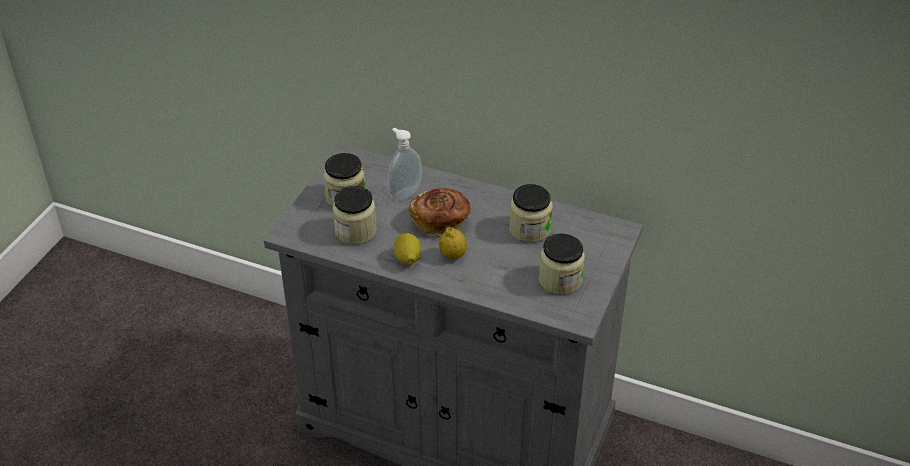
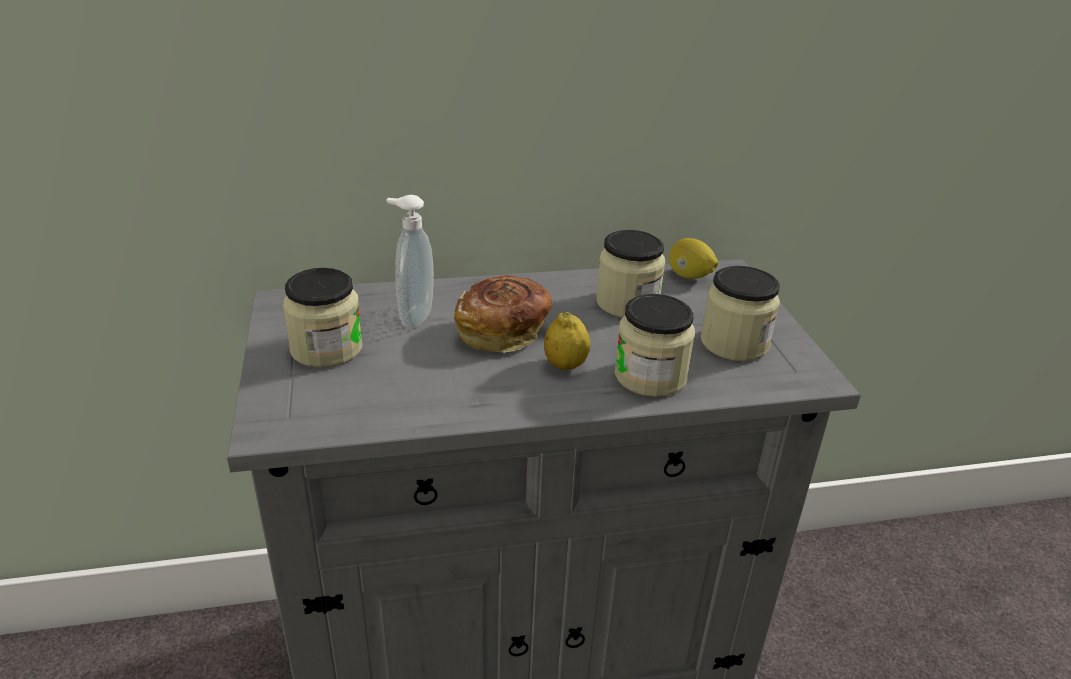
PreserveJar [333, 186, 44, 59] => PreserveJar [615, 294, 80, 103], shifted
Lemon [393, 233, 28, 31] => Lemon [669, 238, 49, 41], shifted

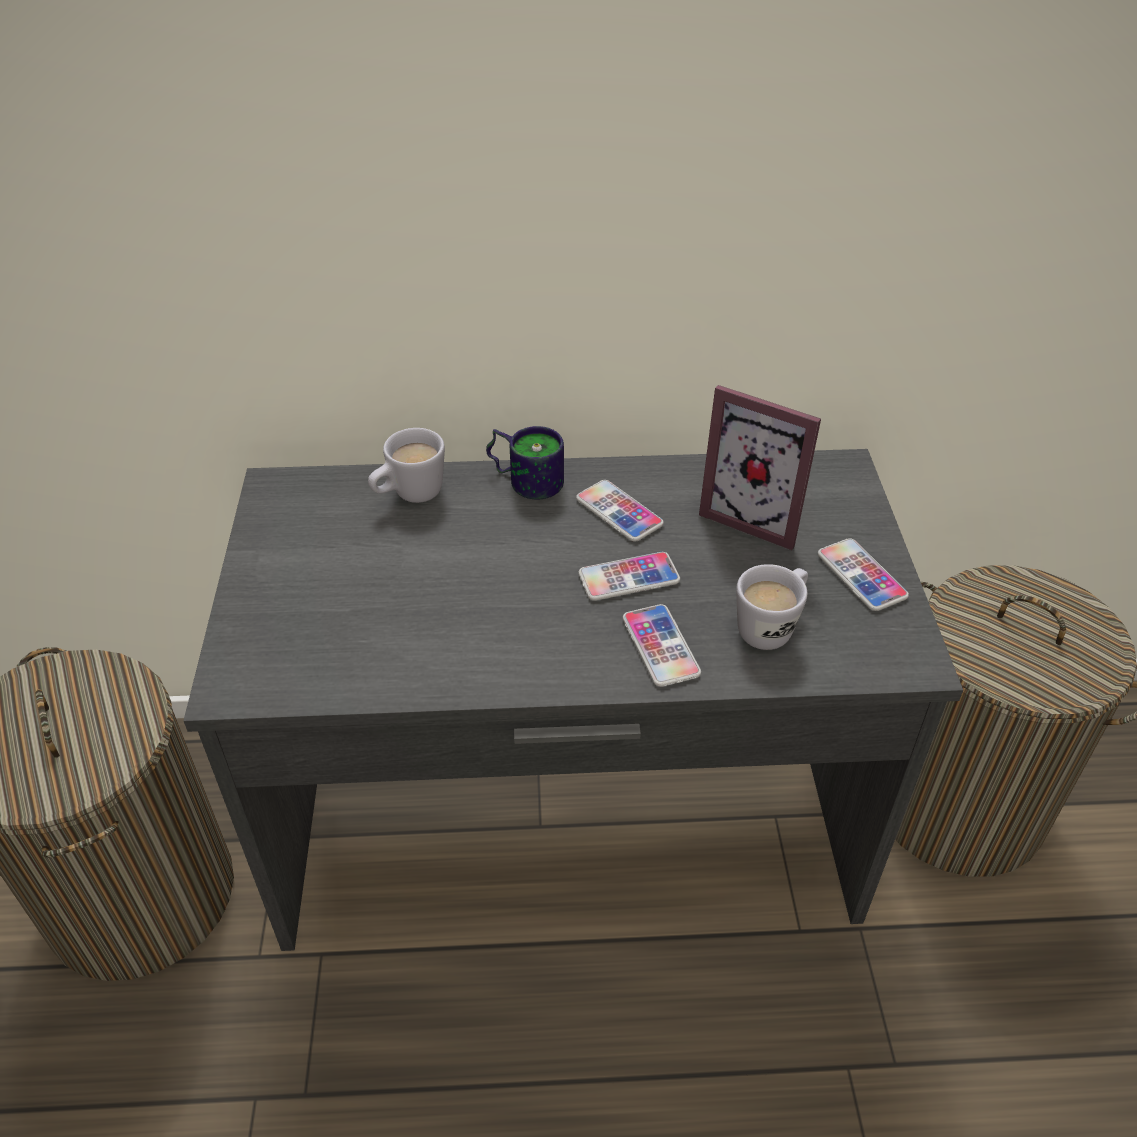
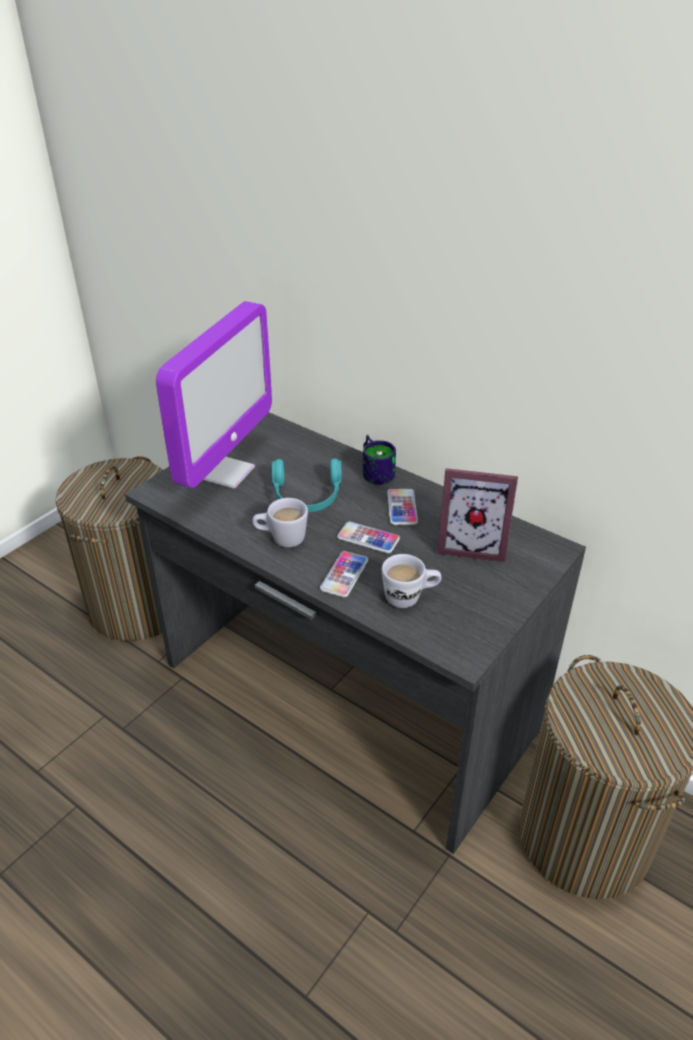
nothing => ComputerDisplay [156, 301, 116, 188]
WhiteColouredCoffeeMug [368, 428, 77, 75] => WhiteColouredCoffeeMug [252, 498, 56, 50], shifted
nothing => BlueGreenPairOfHeadphones [272, 459, 69, 53]
StandingFrame [699, 385, 122, 166] => StandingFrame [437, 468, 81, 95], 60 degrees counterclockwise
Phone [818, 538, 91, 73] => nothing

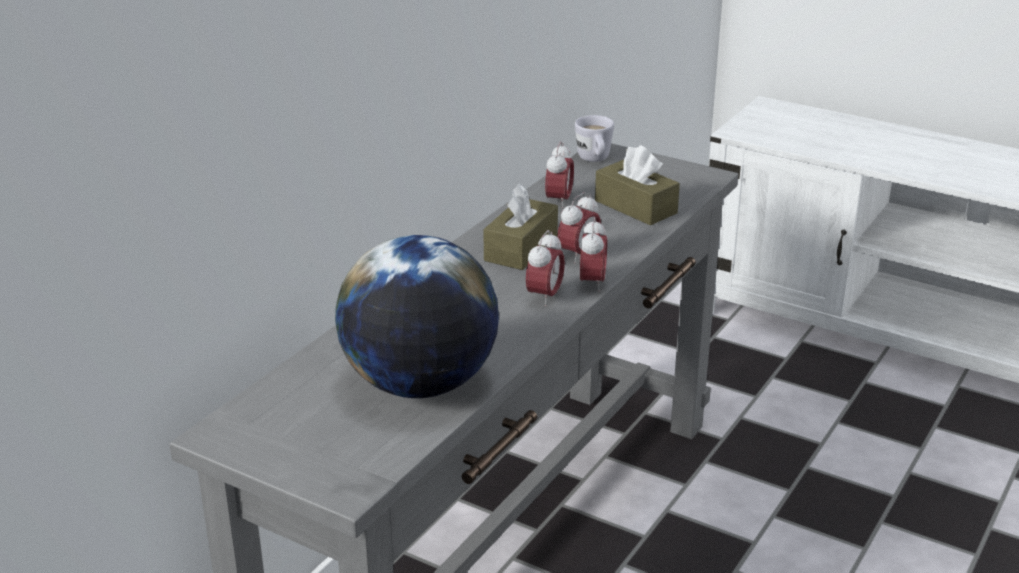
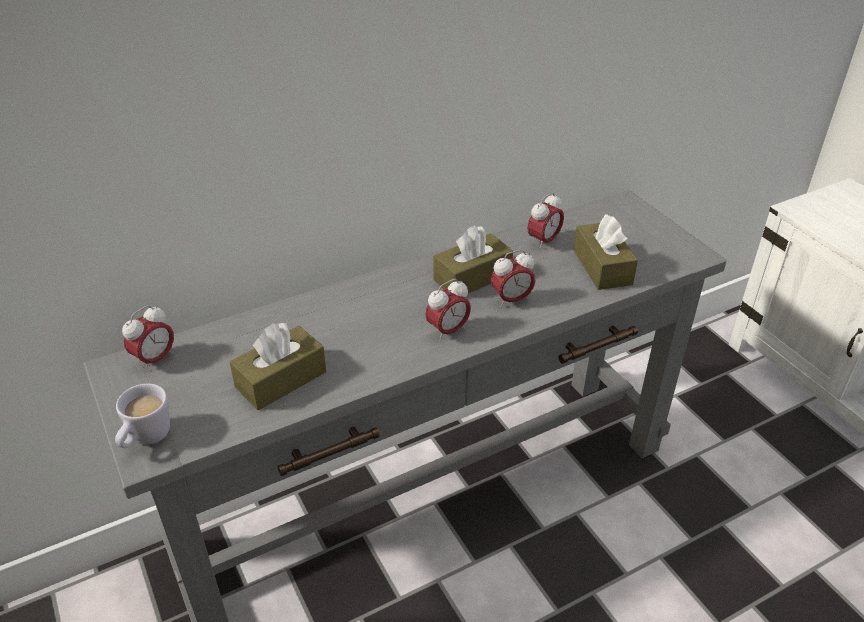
WhiteColouredCoffeeMug [575, 115, 39, 47] => WhiteColouredCoffeeMug [115, 384, 55, 64], shifted
TableClock [580, 217, 27, 75] => TableClock [122, 305, 52, 67], shifted
WorldGlobe [335, 235, 164, 163] => BrownColouredTissueBox [230, 323, 96, 87]

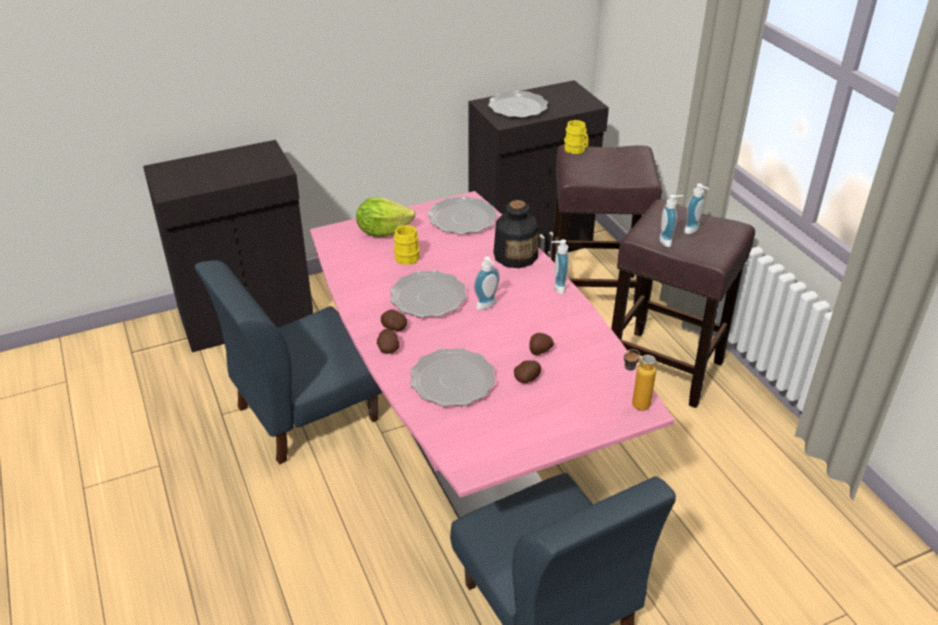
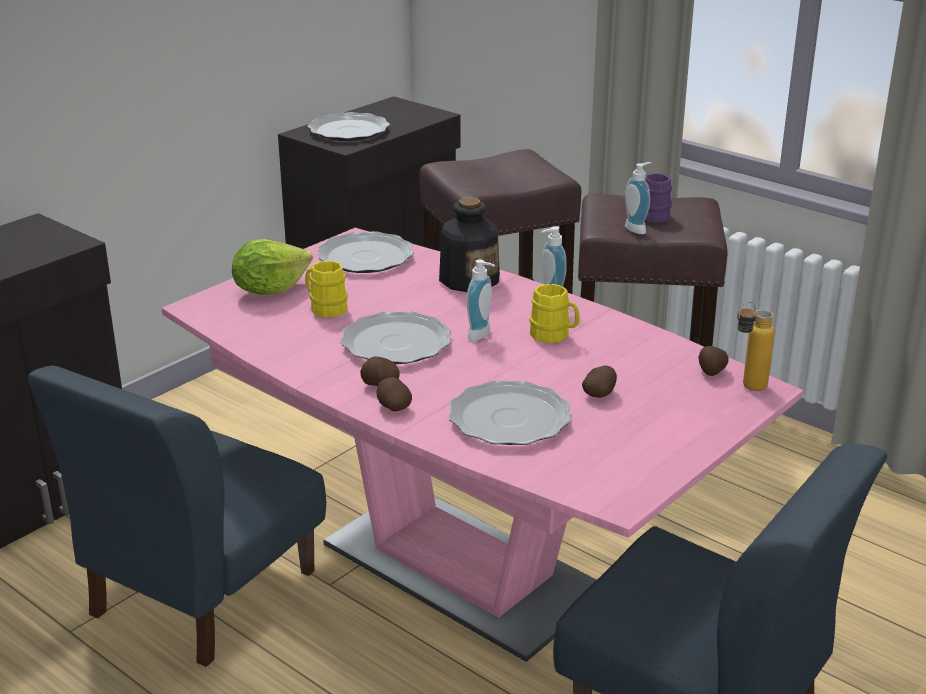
YellowColouredCoffeeMug [564, 120, 25, 34] => YellowColouredCoffeeMug [529, 284, 51, 59], shifted
SoapDispenser [684, 184, 25, 50] => PurpleColouredCoffeeMug [645, 173, 27, 50]
Potato [529, 333, 25, 22] => Potato [698, 346, 31, 30], shifted

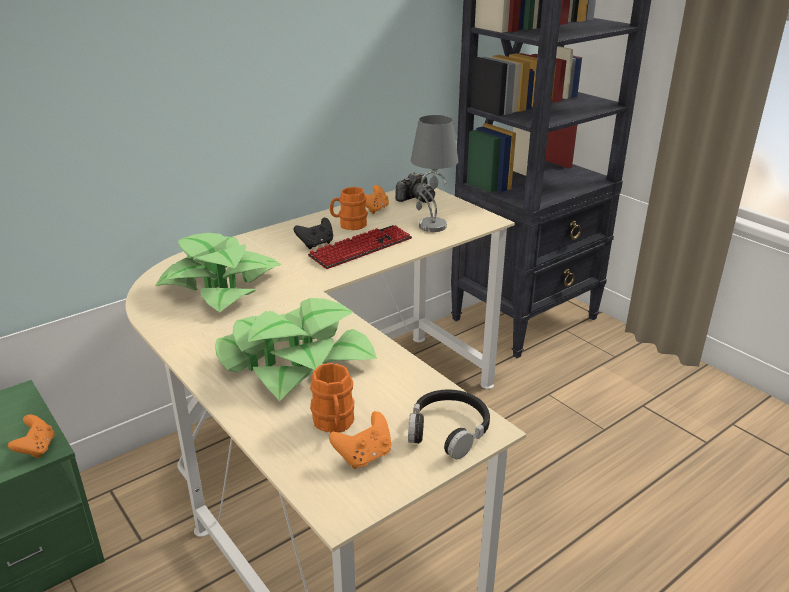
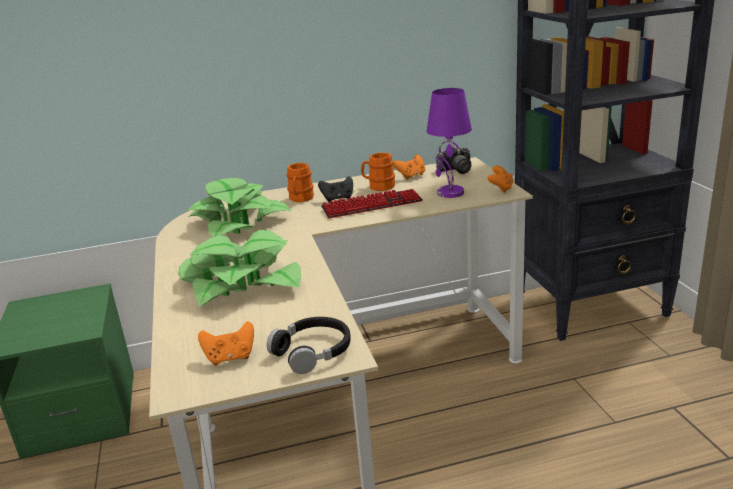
OrangeyCoffeeMug [310, 363, 44, 70] => OrangeyCoffeeMug [287, 163, 27, 39], shifted
GreyTabletopLamp [411, 115, 48, 117] => PurpleColouredTabletopLamp [427, 88, 45, 110]
OrangeyGameController [8, 415, 47, 43] => OrangeyGameController [488, 165, 26, 28], shifted

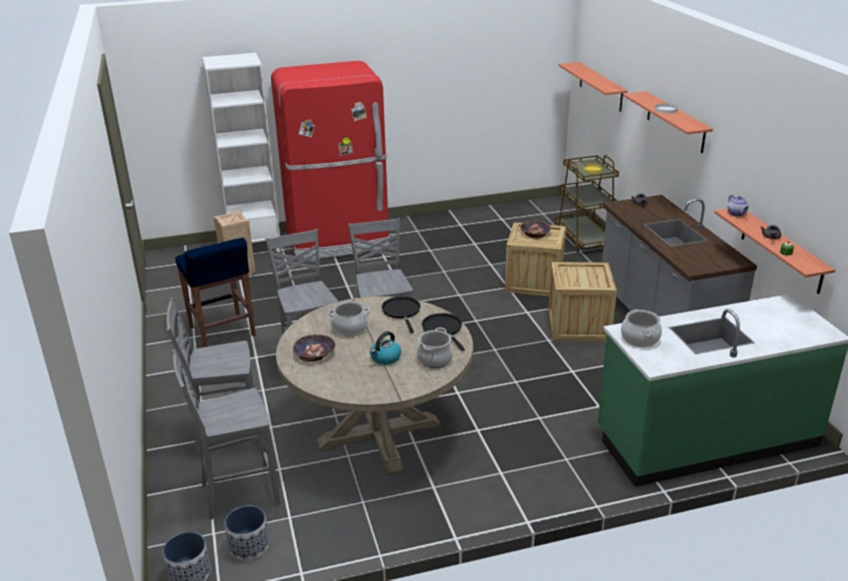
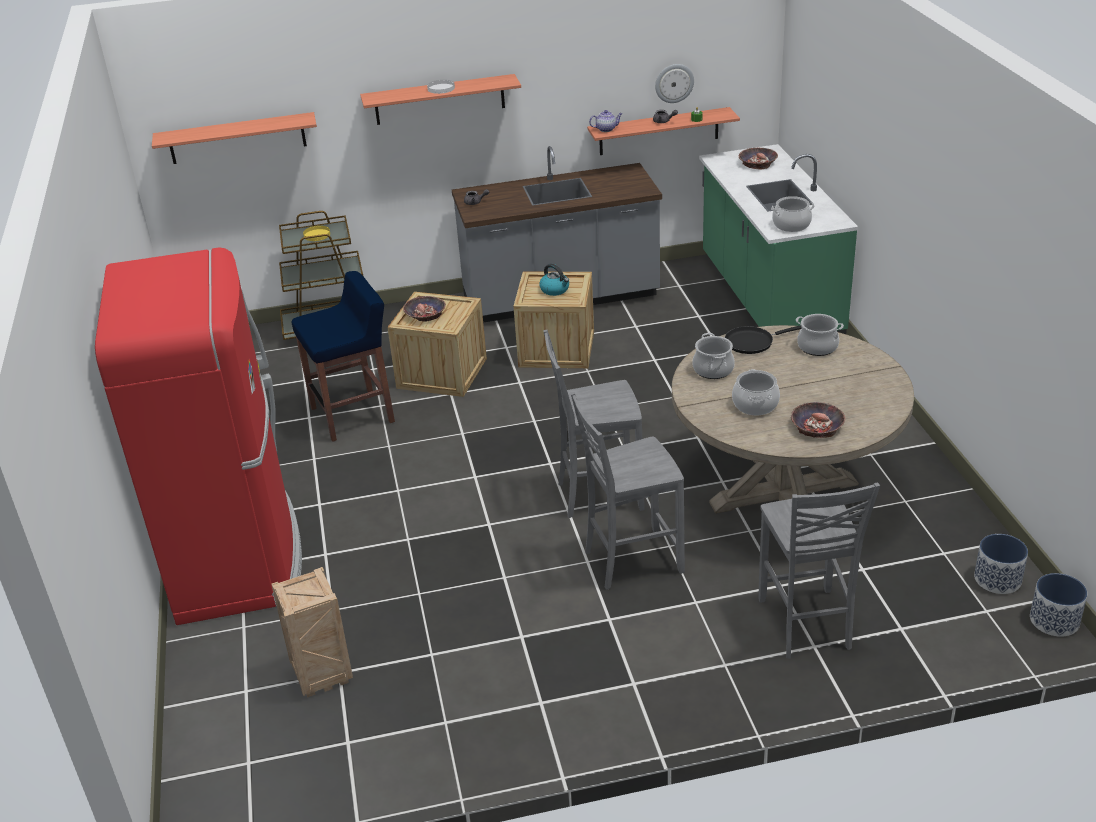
BlueStoolSeat [175, 238, 81, 109] => BlueStoolSeat [292, 271, 103, 171], shifted
WaterKettle [370, 331, 31, 34] => WaterKettle [539, 264, 30, 32], shifted
nothing => WallClock [655, 64, 39, 39]
BlackishPan [382, 296, 39, 37] => Stockpot [692, 333, 43, 46]
nothing => Bowl [739, 147, 39, 23]
GreyUprightChair [172, 349, 109, 171] => nothing
WhiteColouredBookcase [202, 53, 78, 199] => nothing

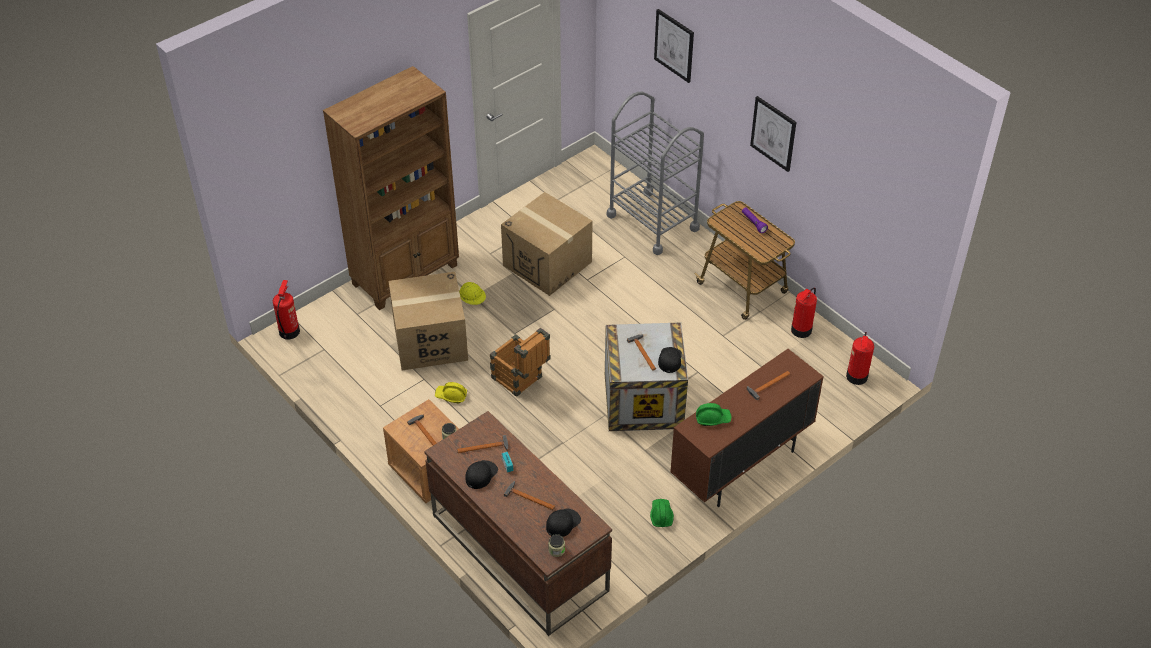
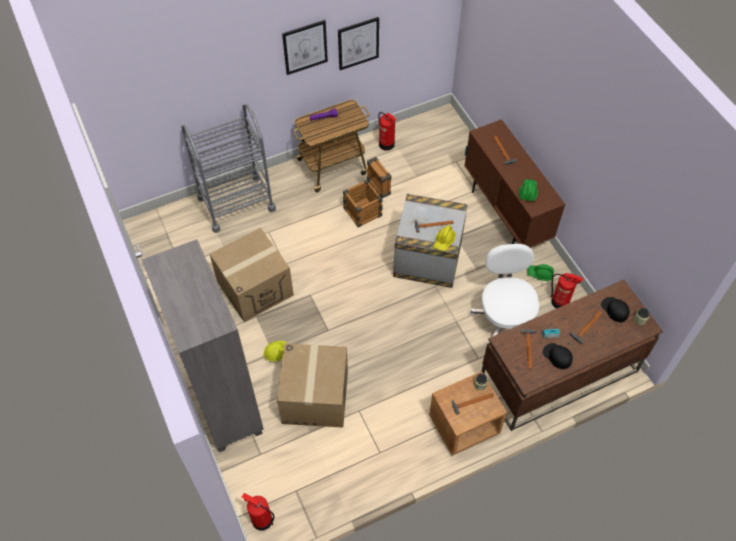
BrownColouredBookcase [323, 66, 136, 244] => GreyBookcase [142, 239, 122, 213]
Picture [654, 9, 40, 74] => Picture [338, 17, 41, 53], shifted
PackingCrate [490, 328, 60, 69] => PackingCrate [343, 157, 49, 70], shifted
YellowColouredSafetyHelmet [435, 382, 32, 21] => YellowColouredSafetyHelmet [434, 225, 22, 26], shifted
nothing => WhiteColouredDeskChair [470, 244, 69, 99]
FireExtinguisher [846, 332, 28, 53] => FireExtinguisher [551, 273, 32, 36], shifted
BlackishCap [658, 347, 24, 26] => nothing

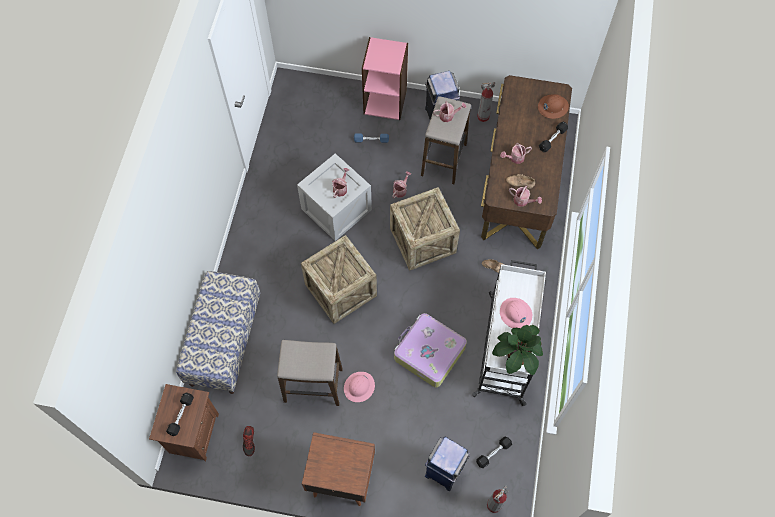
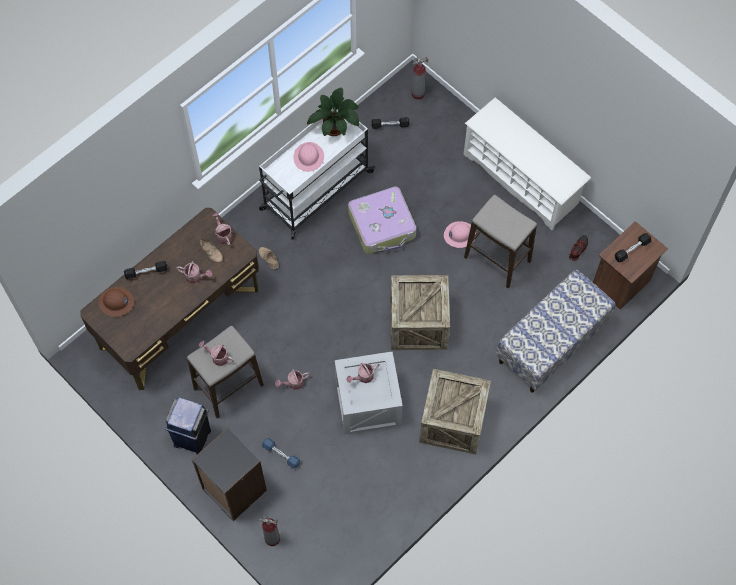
PinkBookcase [362, 37, 46, 83] => BlackishBookcase [192, 428, 75, 93]
FireExtinguisher [477, 82, 19, 40] => FireExtinguisher [259, 515, 21, 31], shifted
PackingCrate [390, 187, 70, 84] => PackingCrate [419, 369, 72, 85], shifted
BrownColouredBedsideTable [302, 432, 73, 74] => WhiteColouredShoeRack [463, 98, 128, 132]
BlueRubbishBin [425, 437, 45, 54] => nothing

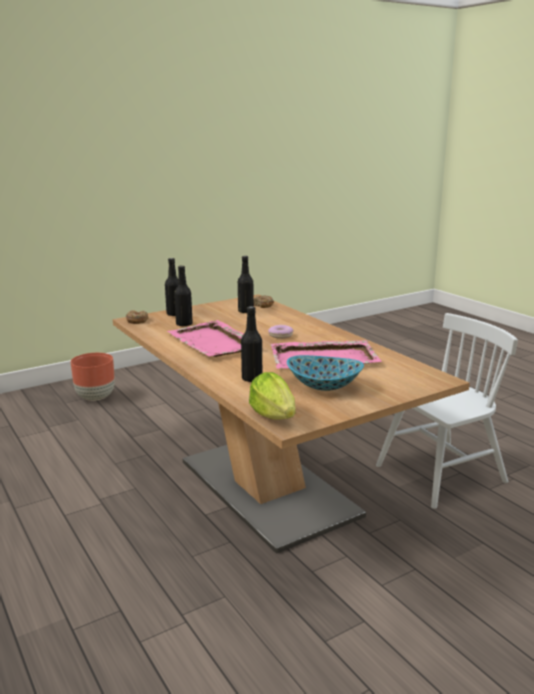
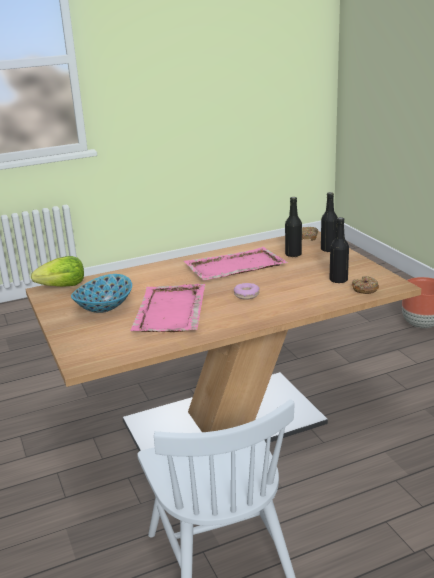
BlackishBottle [241, 306, 21, 76] => nothing

